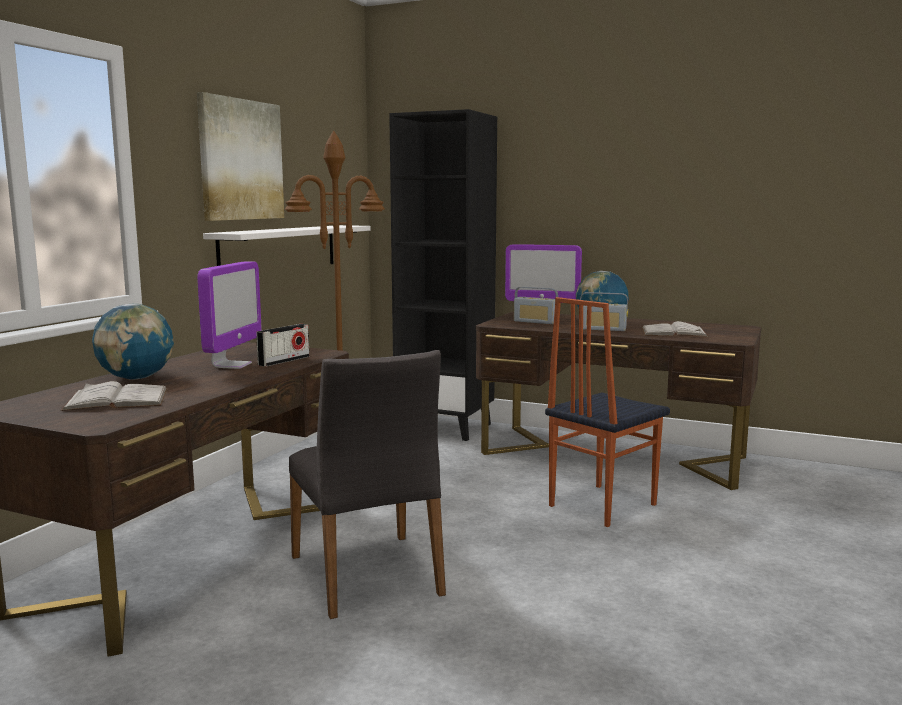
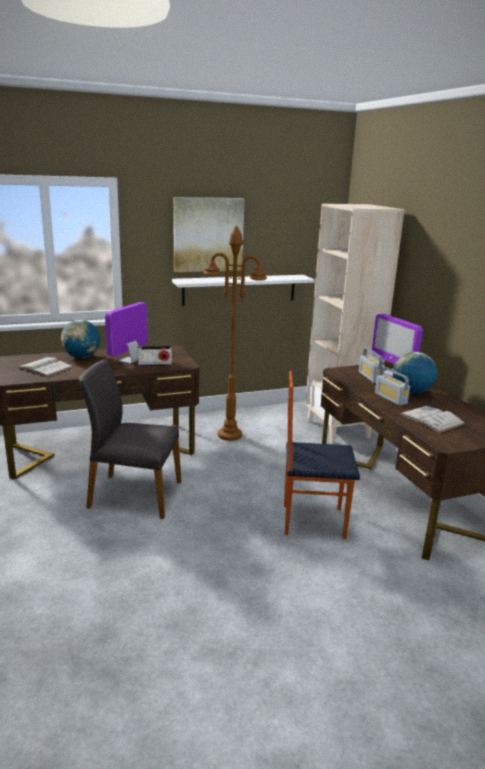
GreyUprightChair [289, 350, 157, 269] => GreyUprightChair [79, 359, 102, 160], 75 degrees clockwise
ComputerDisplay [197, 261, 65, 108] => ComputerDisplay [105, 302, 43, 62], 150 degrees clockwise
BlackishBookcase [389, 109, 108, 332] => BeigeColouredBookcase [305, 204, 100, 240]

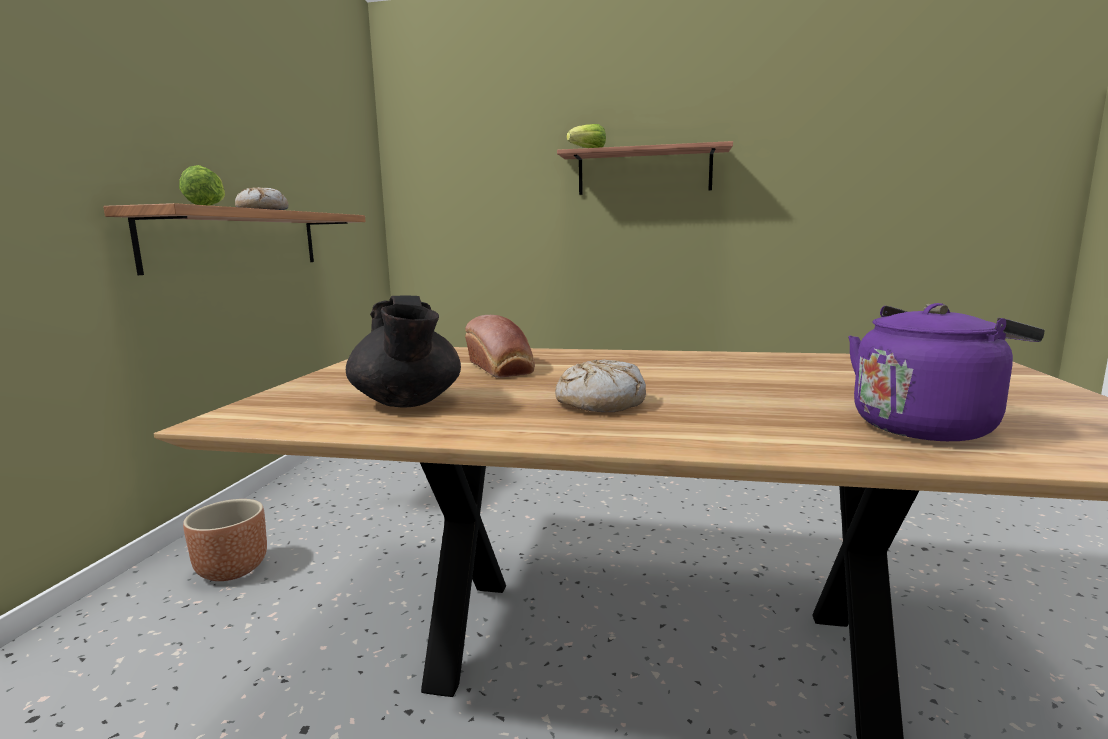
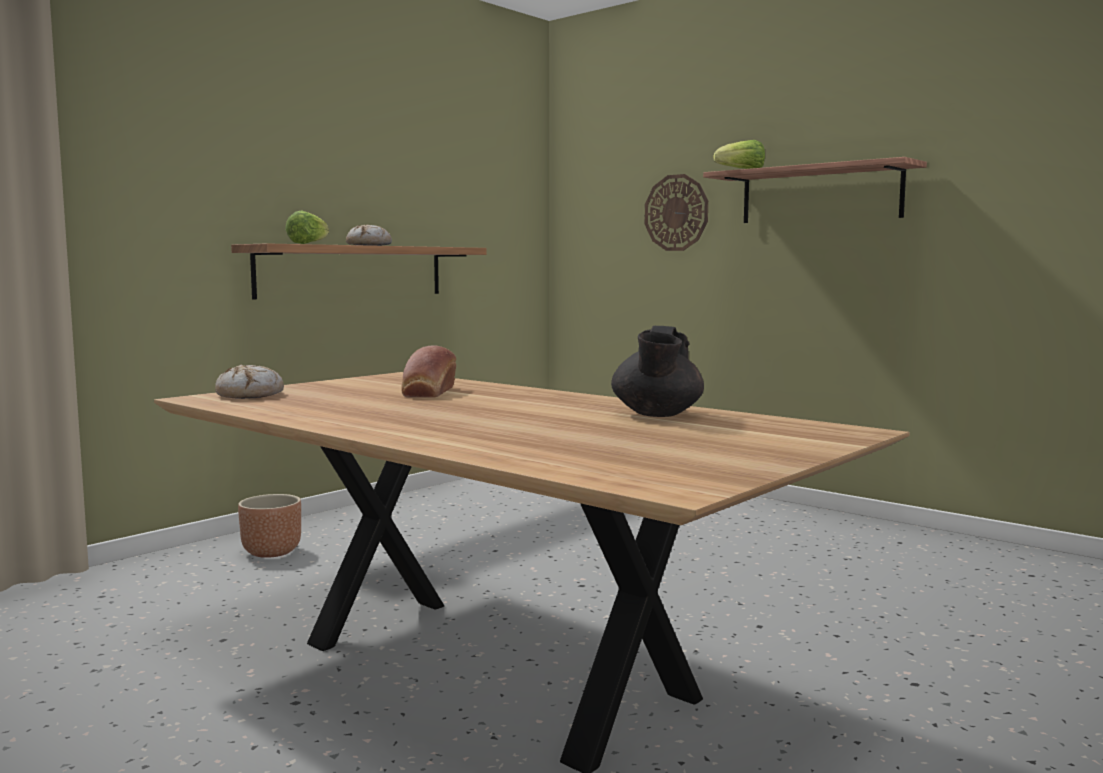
Bread [555, 360, 91, 52] => Bread [215, 365, 69, 34], shifted
BlackishTeapot [346, 295, 115, 112] => BlackishTeapot [611, 326, 93, 91], shifted
nothing => WallClock [645, 174, 63, 77]
PurpleColouredWaterKettle [848, 303, 197, 138] => nothing

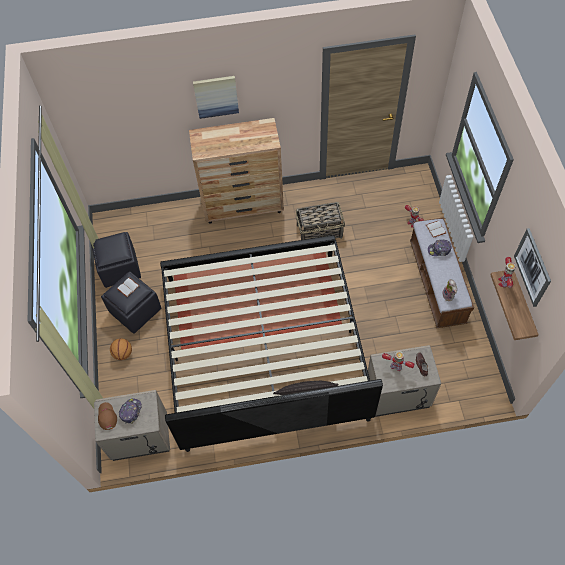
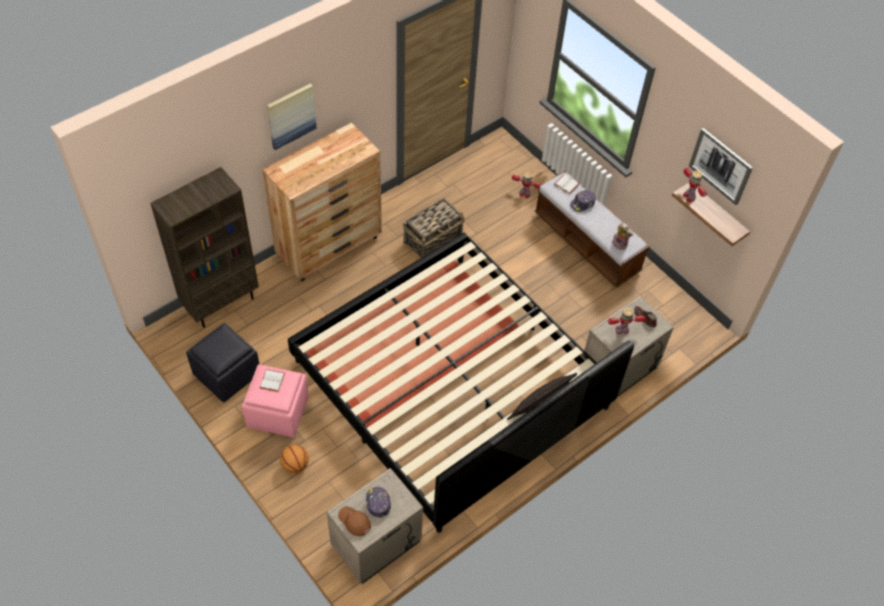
nothing => BrownColouredBookcase [150, 167, 109, 161]
BlackishFootrest [101, 271, 60, 63] => PinkFootrest [242, 364, 67, 73]

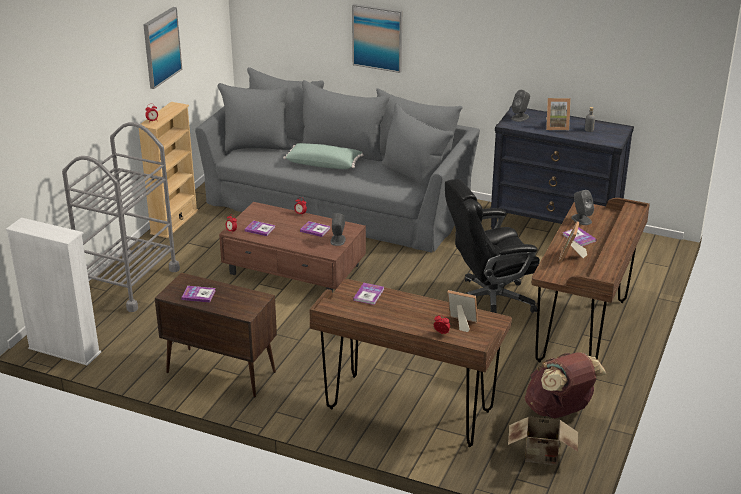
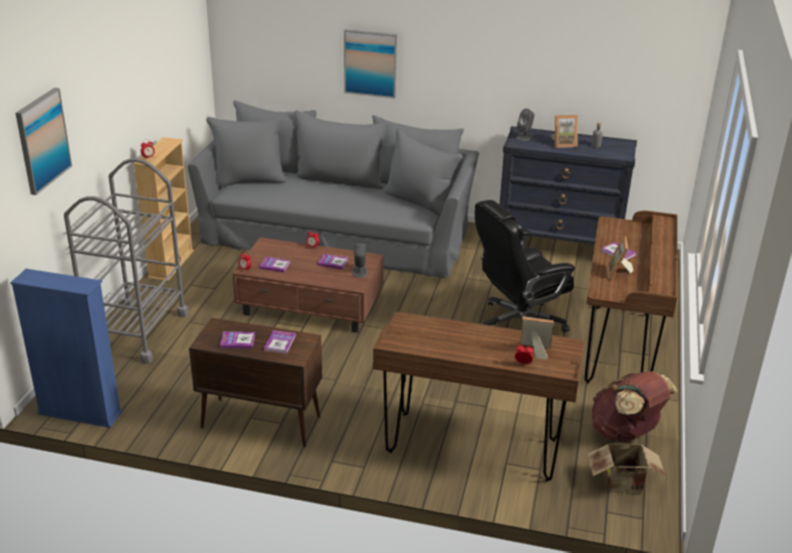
WhiteColouredBookcase [6, 218, 95, 148] => BlueBookcase [10, 269, 113, 159]
Picture [143, 7, 39, 82] => Picture [16, 88, 56, 107], shifted
Volume [353, 283, 31, 22] => Volume [264, 330, 32, 24], shifted
GreenColouredPillow [283, 143, 80, 26] => nothing
GreySpeaker [571, 190, 23, 35] => nothing

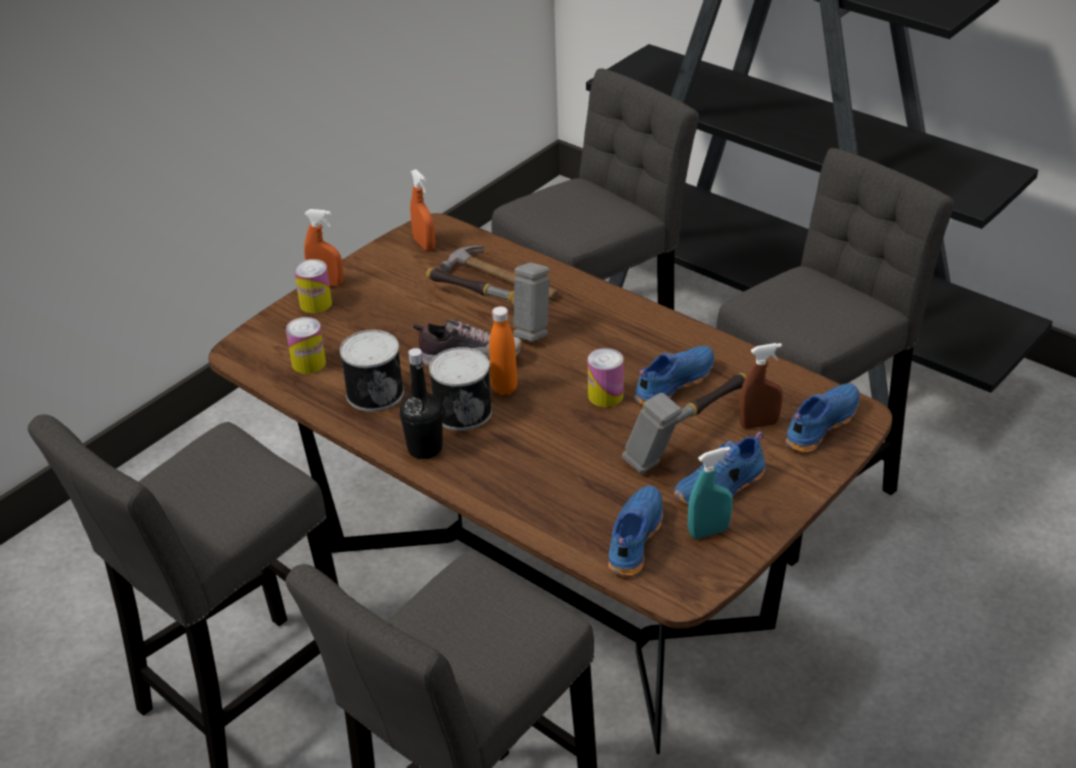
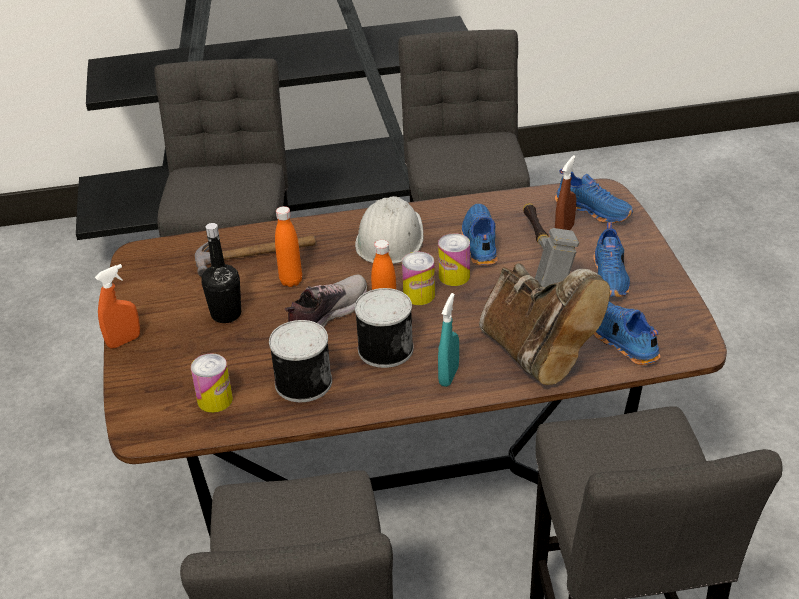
BlackishBottle [400, 348, 43, 111] => BlackishBottle [201, 223, 40, 100], shifted
ToolHammer [426, 262, 124, 80] => OrangeyBottle [275, 206, 27, 81]
nothing => WhiteColouredSafetyHelmet [355, 196, 68, 68]
MetalCan [294, 259, 38, 54] => MetalCan [402, 252, 33, 53], shifted
BlueGreenSprayer [688, 447, 45, 92] => BlueGreenSprayer [438, 293, 21, 94], shifted
nothing => BrownColouredHighTopBoot [479, 263, 131, 122]
BlueLowShoe [785, 384, 74, 69] => BlueLowShoe [555, 168, 78, 55], 135 degrees clockwise
OrangeySprayer [410, 169, 25, 82] => nothing

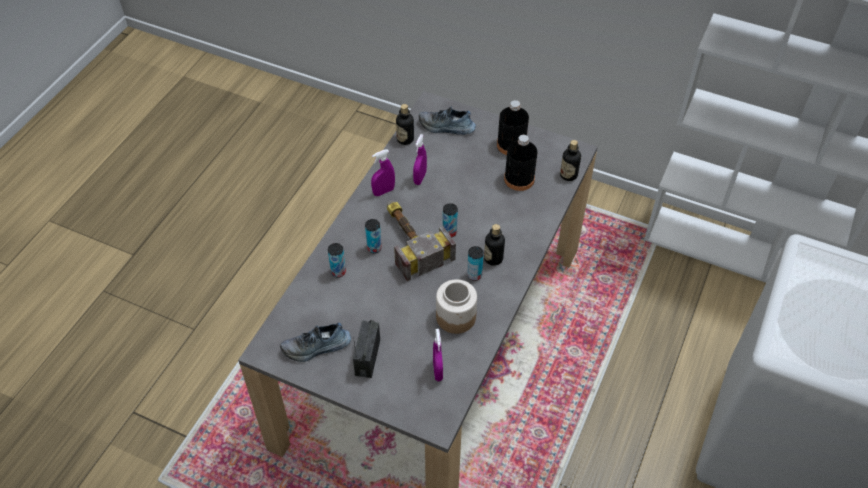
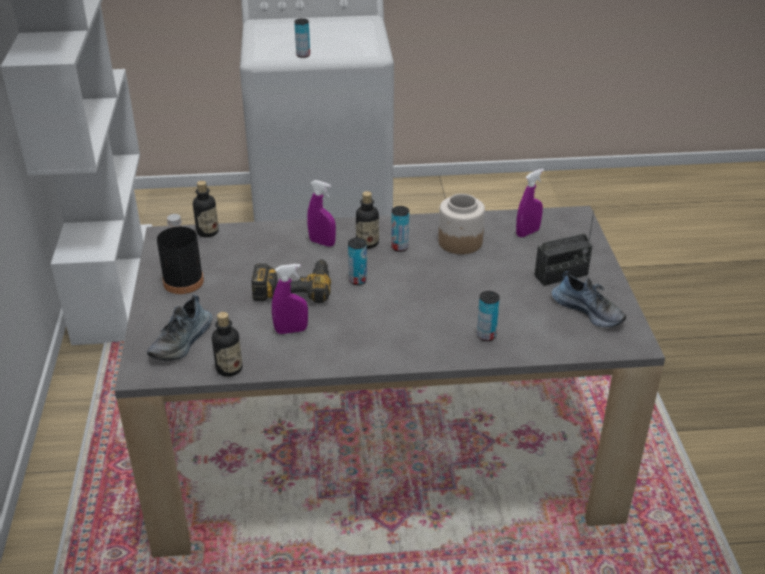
LowShoe [419, 106, 57, 29] => LowShoe [147, 295, 65, 66], 45 degrees clockwise
nothing => Drill [252, 259, 79, 45]
MetalCan [365, 219, 17, 34] => MetalCan [294, 18, 16, 40], shifted
PurpleColouredSprayer [371, 150, 24, 46] => PurpleColouredSprayer [307, 180, 29, 66], shifted
ToolHammer [387, 201, 69, 80] => nothing
BlackishBottle [504, 135, 34, 56] => nothing

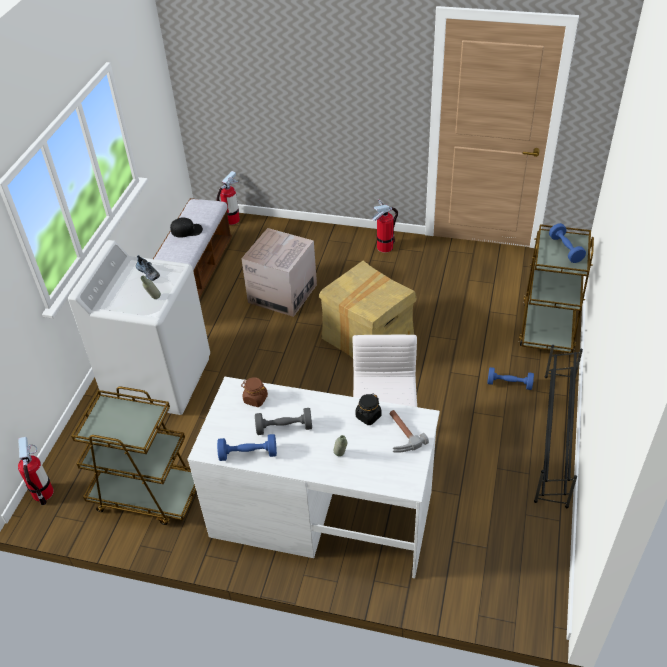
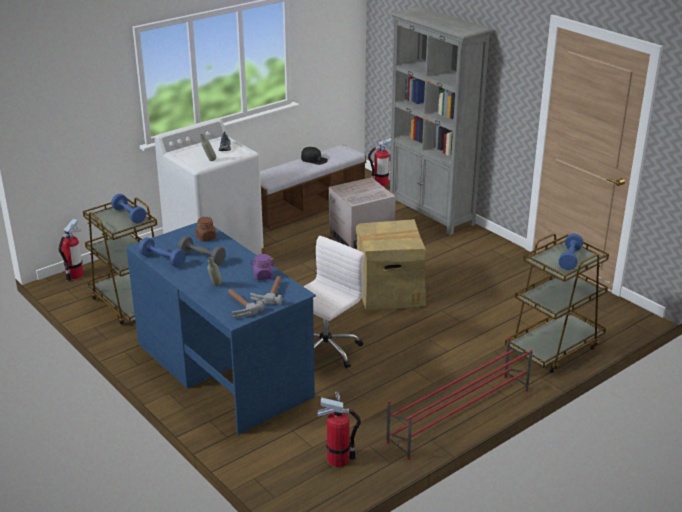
BlueFreeWeight [487, 367, 47, 23] => BlueFreeWeight [111, 194, 35, 29], shifted
WhiteColouredDesk [188, 377, 252, 201] => BlueDesk [126, 223, 190, 212]
nothing => ToolHammer [228, 289, 36, 29]
BlackishPreserveJar [356, 394, 25, 31] => PurpleColouredPreserveJar [250, 254, 25, 26]
FireExtinguisher [372, 199, 26, 54] => FireExtinguisher [317, 392, 44, 75], shifted
BlackishShoeRack [534, 345, 49, 163] => RedColouredShoeRack [386, 337, 147, 123]
nothing => GreyBookcase [390, 6, 102, 229]

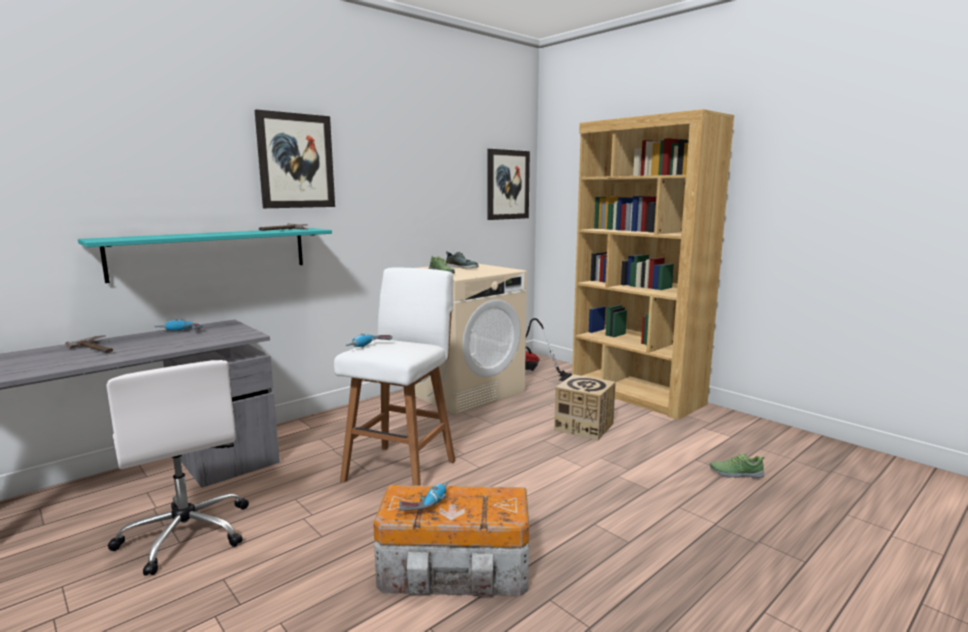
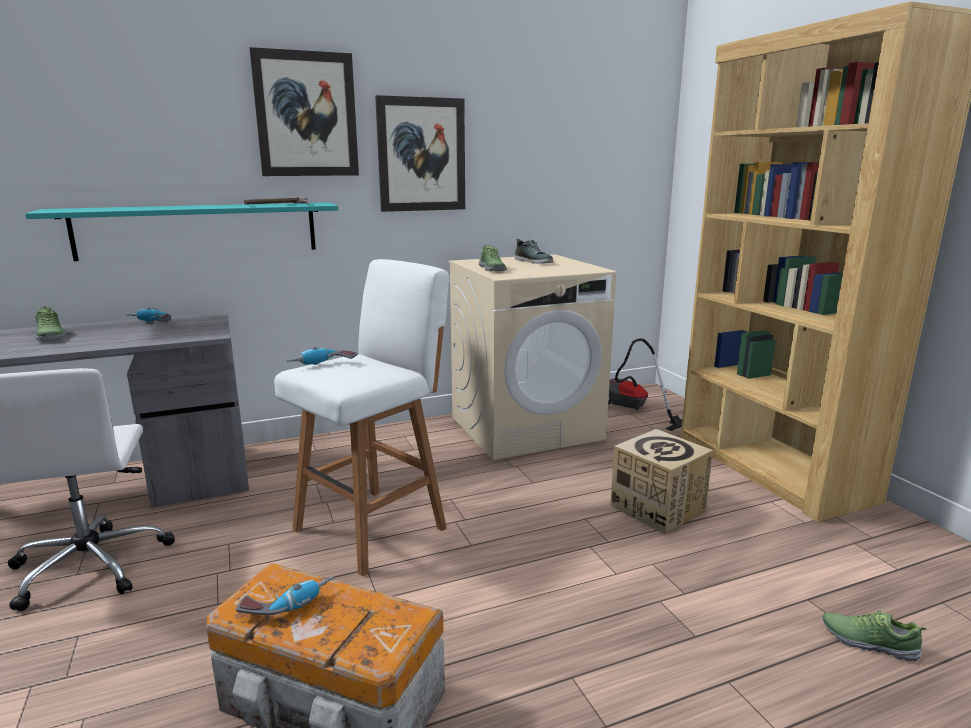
ToolHammer [65, 335, 48, 18] => LowShoe [35, 306, 31, 34]
Picture [488, 149, 42, 71] => Picture [375, 95, 90, 117], shifted

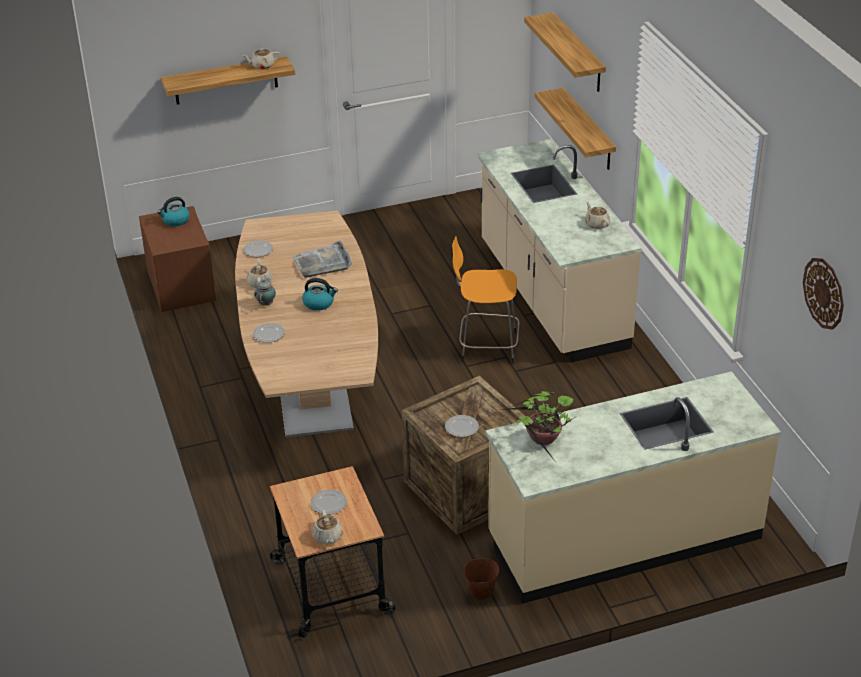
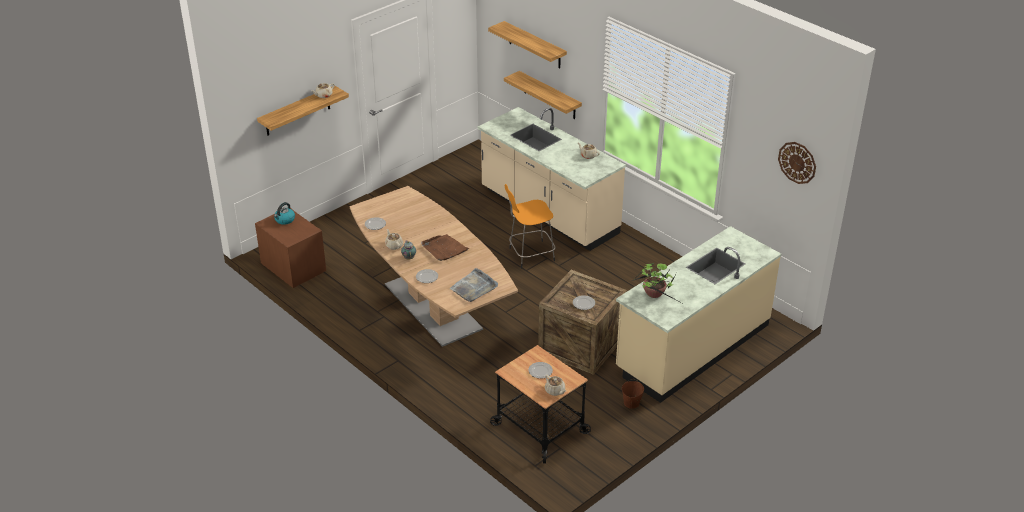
WaterKettle [302, 278, 36, 33] => BrownColouredTray [421, 234, 49, 27]
GreyTray [293, 241, 59, 37] => GreyTray [450, 268, 48, 34], shifted

